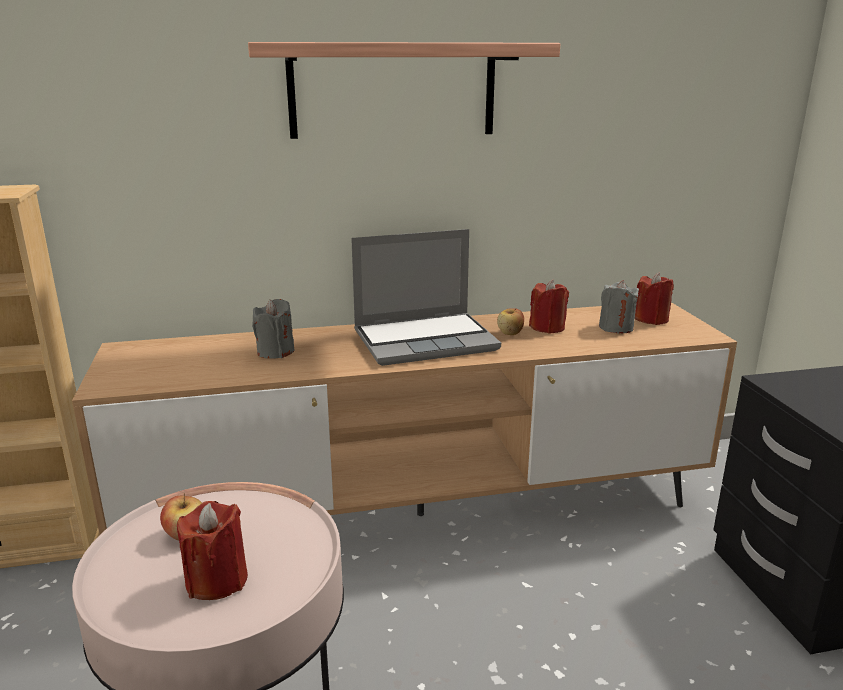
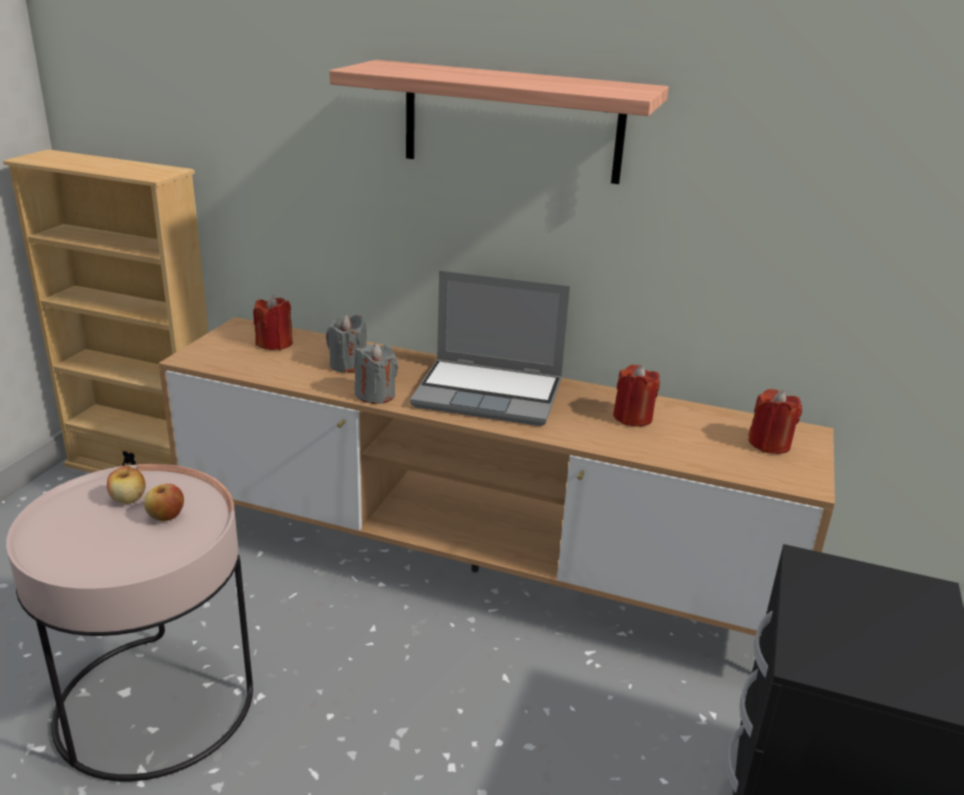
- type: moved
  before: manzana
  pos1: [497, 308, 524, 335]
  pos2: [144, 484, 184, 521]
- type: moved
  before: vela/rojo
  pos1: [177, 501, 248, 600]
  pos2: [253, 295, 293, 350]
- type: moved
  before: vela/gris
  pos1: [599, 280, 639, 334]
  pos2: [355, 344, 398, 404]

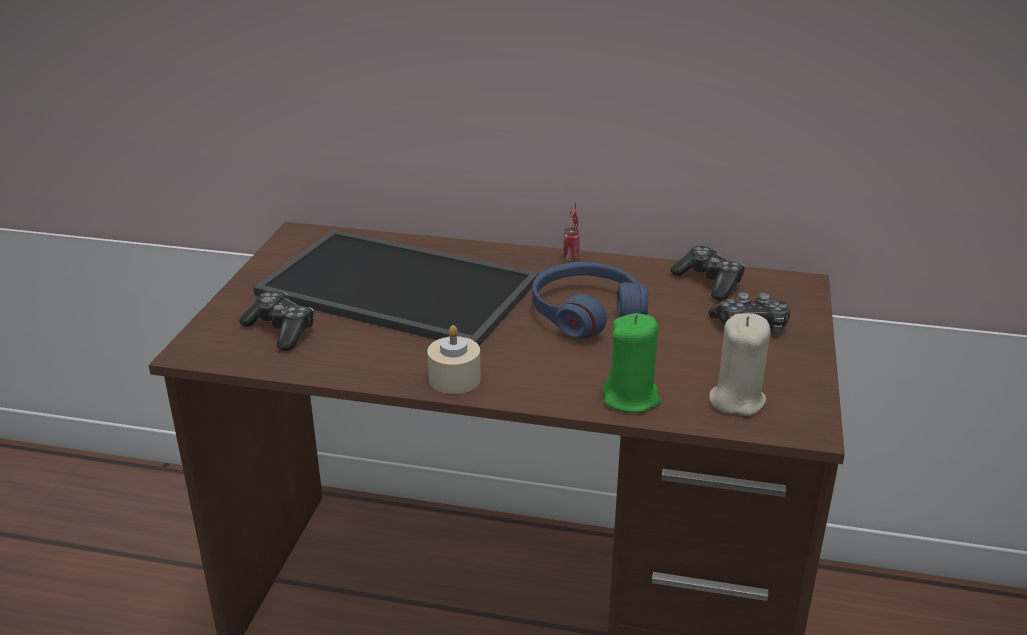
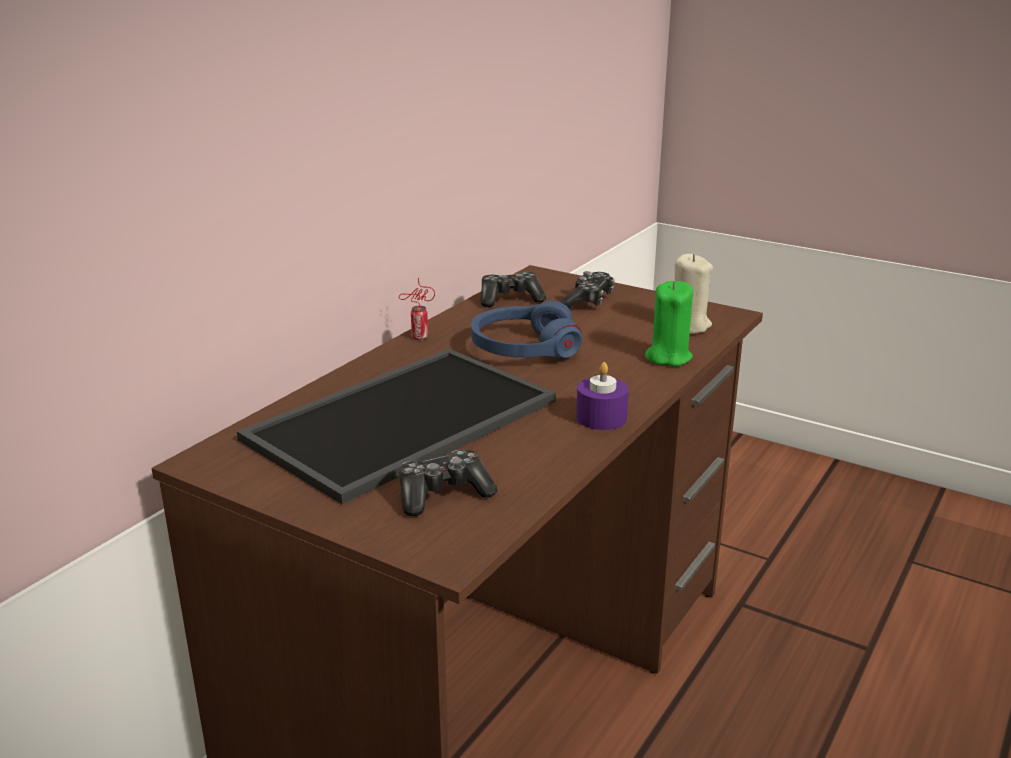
- type: recoloured
  before: vela/beis
  after: vela/morado
  pos1: [427, 325, 481, 394]
  pos2: [576, 362, 629, 430]

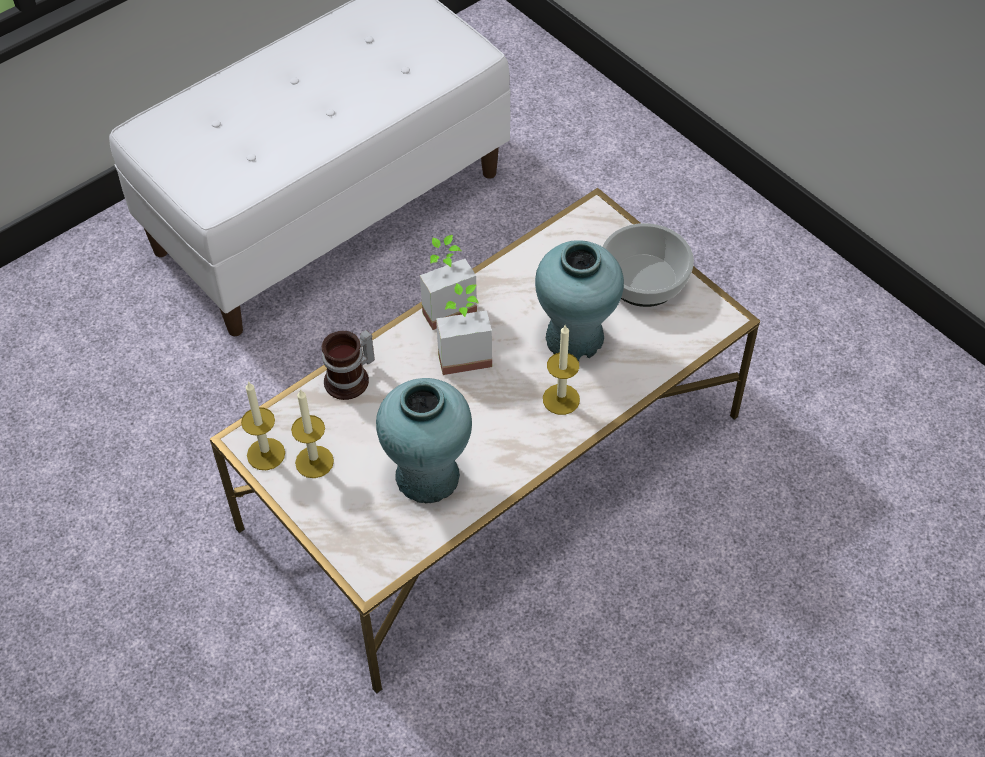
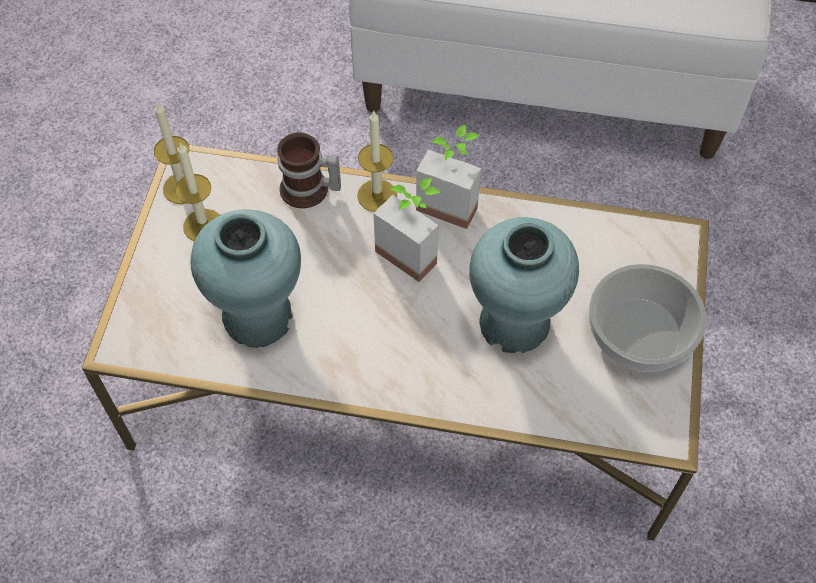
- type: moved
  before: vela
  pos1: [543, 324, 580, 415]
  pos2: [357, 111, 397, 212]

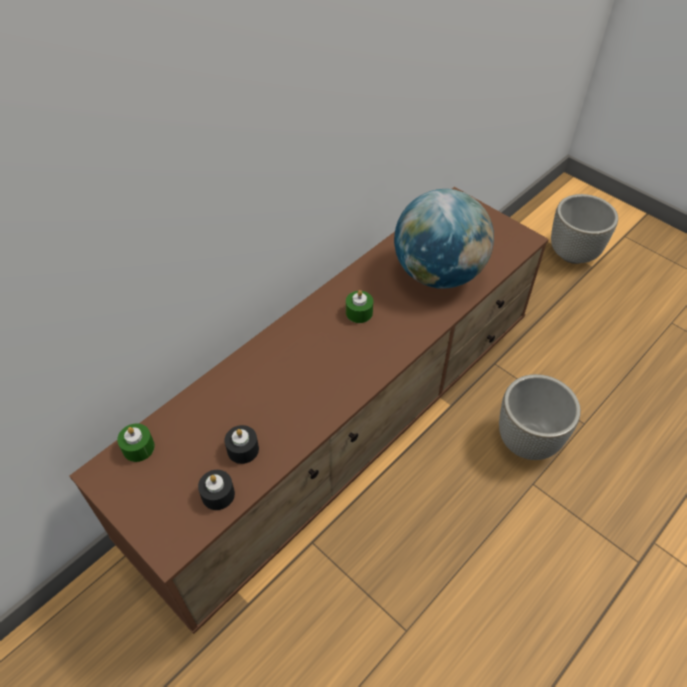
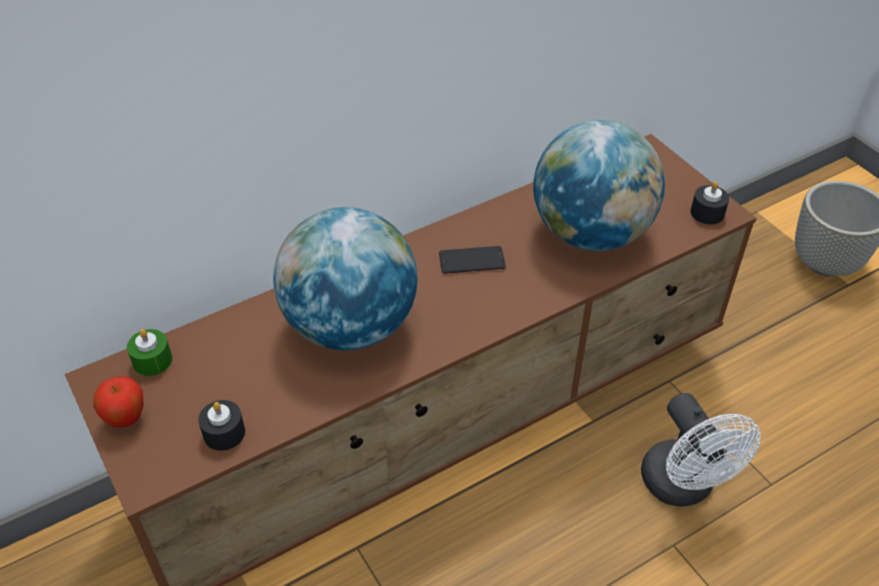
- type: added
  after: manzana
  pos2: [93, 376, 144, 427]
- type: added
  after: globo terráqueo
  pos2: [273, 207, 417, 351]
- type: replaced
  before: vela/verde
  after: móvil
  pos1: [346, 290, 373, 323]
  pos2: [439, 246, 506, 274]
- type: replaced
  before: maceta/gris
  after: ventilador/blanco
  pos1: [499, 374, 581, 460]
  pos2: [641, 393, 760, 507]
- type: moved
  before: vela/negro
  pos1: [225, 425, 259, 464]
  pos2: [691, 182, 729, 224]

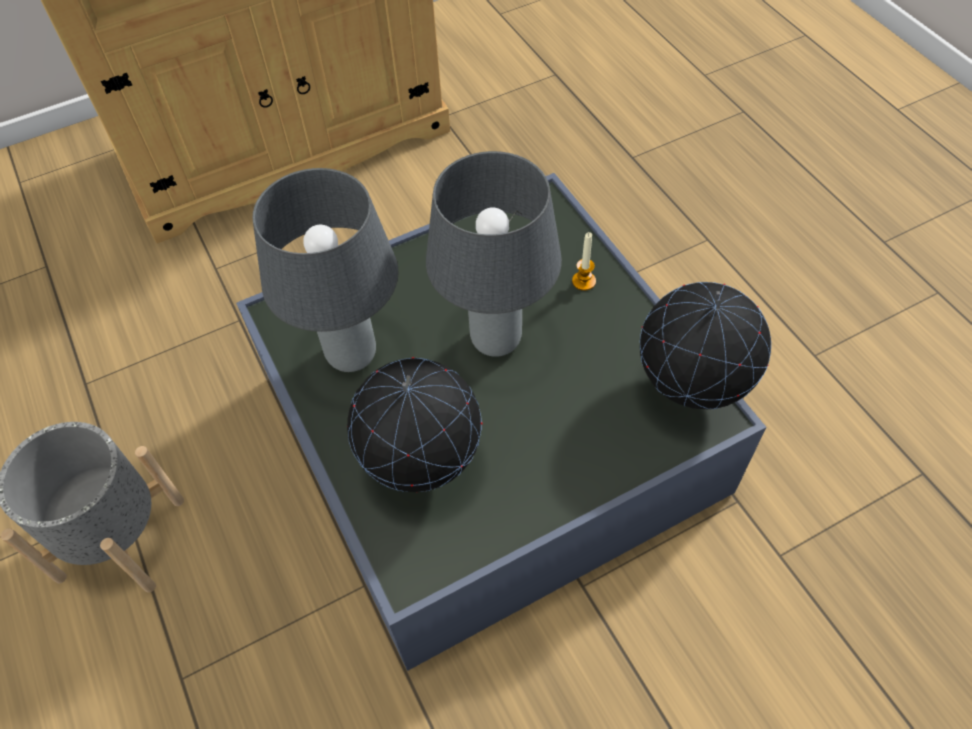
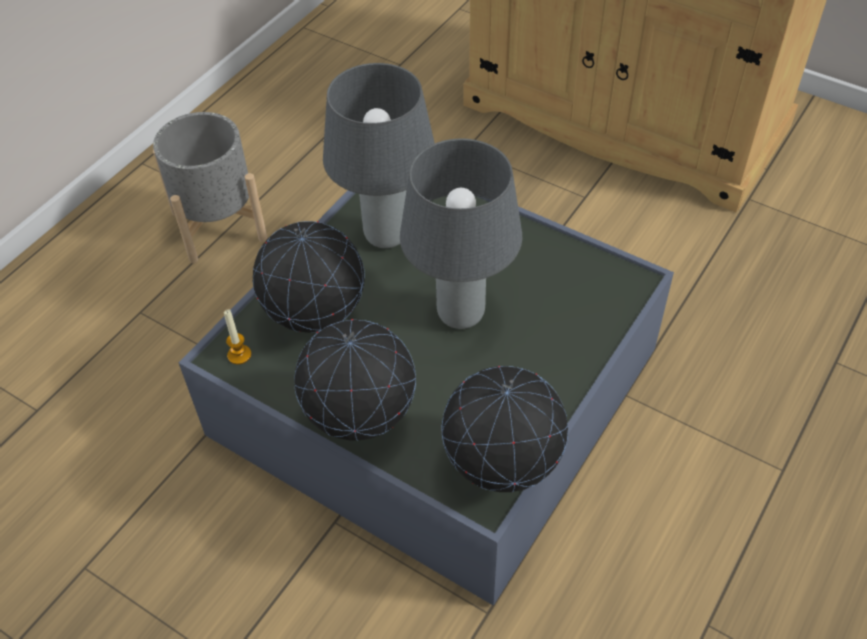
- type: moved
  before: vela
  pos1: [572, 232, 596, 291]
  pos2: [224, 310, 251, 365]
- type: added
  after: globo terráqueo
  pos2: [294, 319, 416, 441]

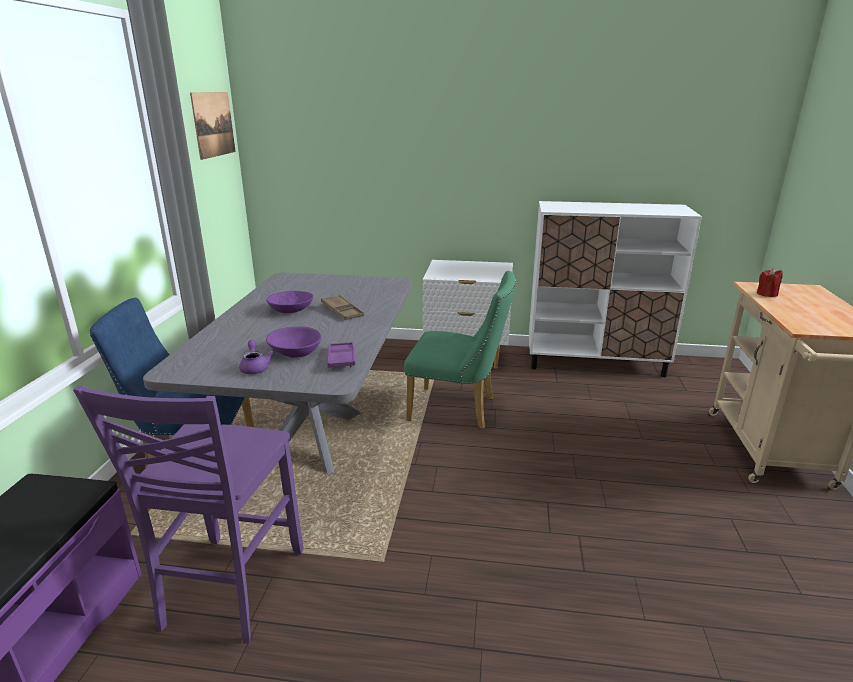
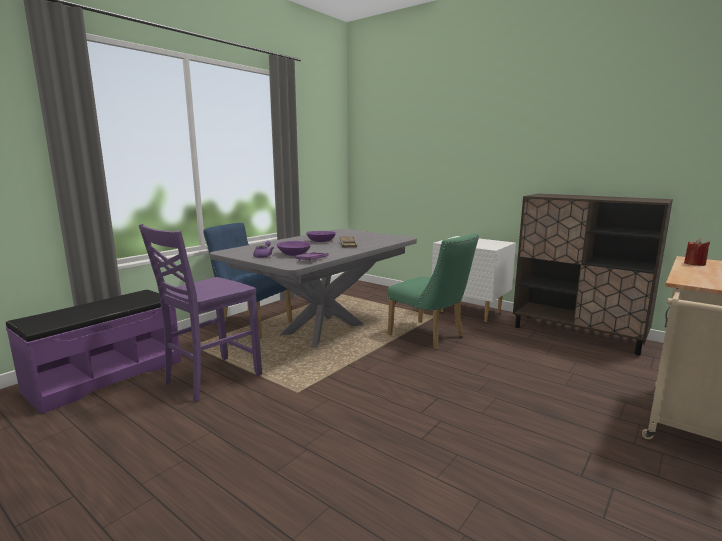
- type: recoloured
  before: armario/blanco
  after: armario/marrón
  pos1: [529, 201, 702, 377]
  pos2: [513, 194, 673, 355]
- type: removed
  before: cuadro
  pos1: [190, 92, 236, 160]

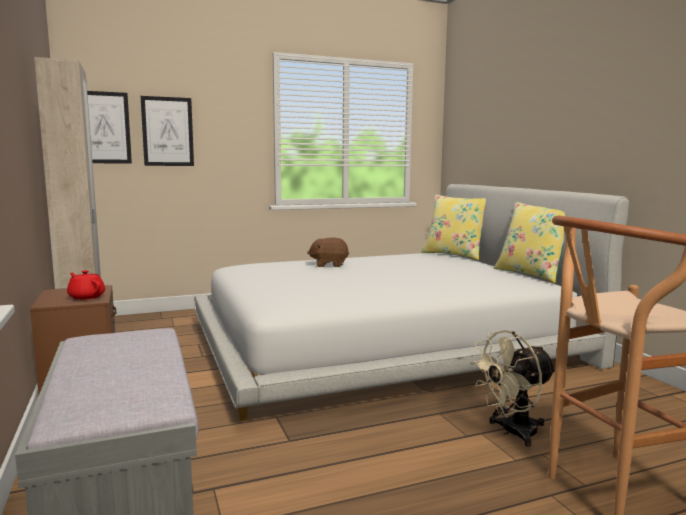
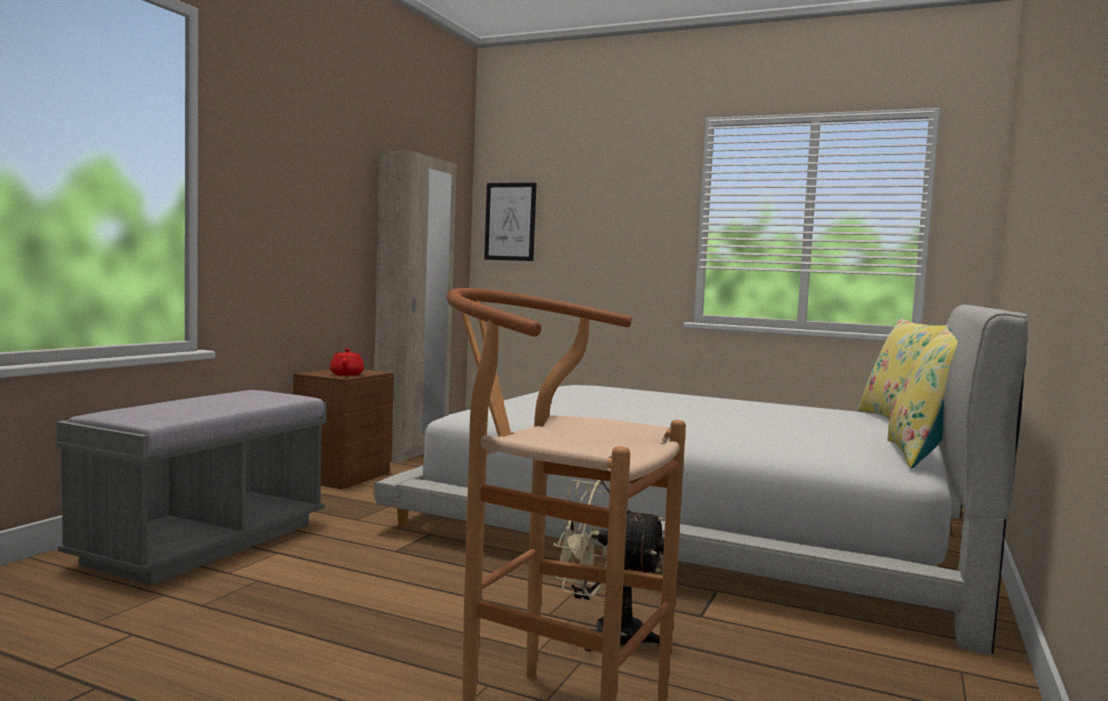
- type: removed
  before: cuadro
  pos1: [141, 96, 194, 166]
- type: removed
  before: peluche/marrón
  pos1: [307, 237, 349, 267]

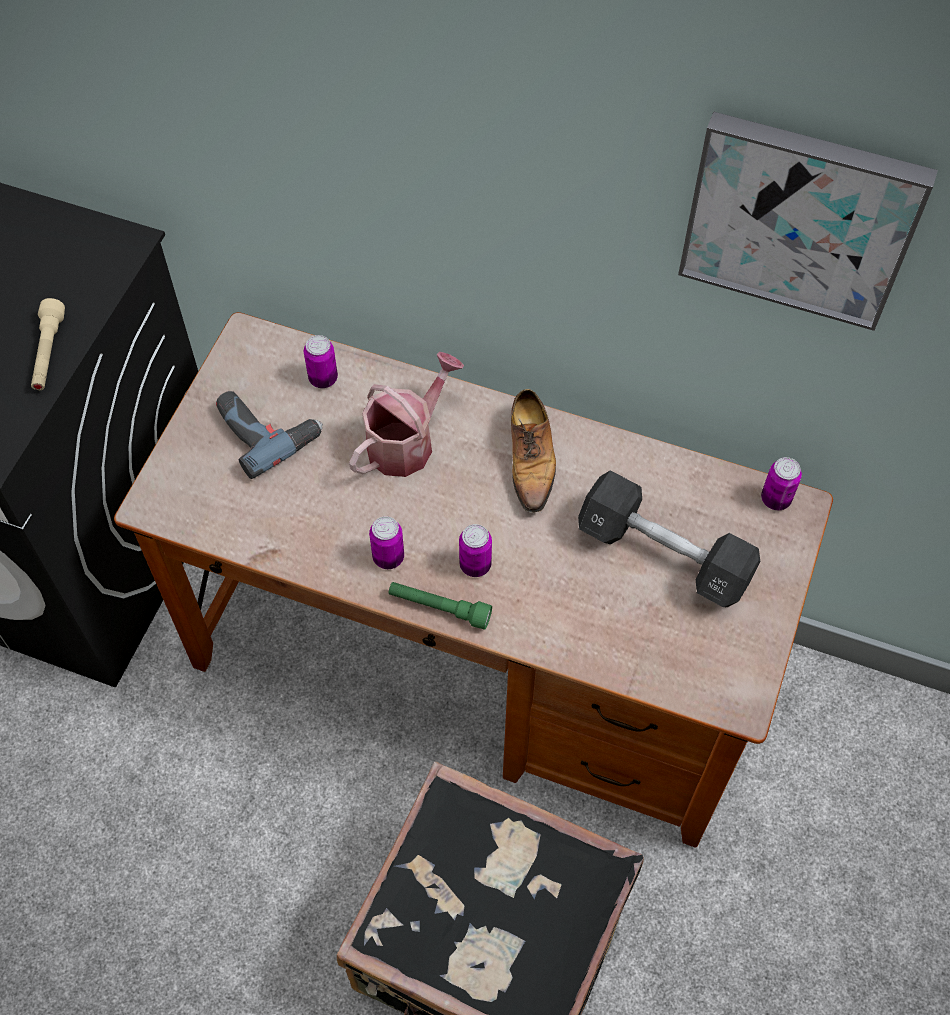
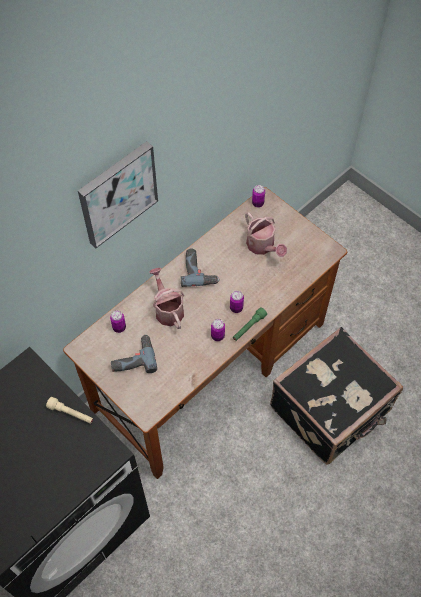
- type: moved
  before: cuadro
  pos1: [678, 112, 938, 331]
  pos2: [78, 141, 158, 249]
- type: replaced
  before: zapato
  after: taladro
  pos1: [511, 389, 556, 513]
  pos2: [181, 249, 220, 287]
- type: replaced
  before: mancuerna/negro
  after: regadera
  pos1: [578, 470, 760, 607]
  pos2: [245, 212, 287, 257]

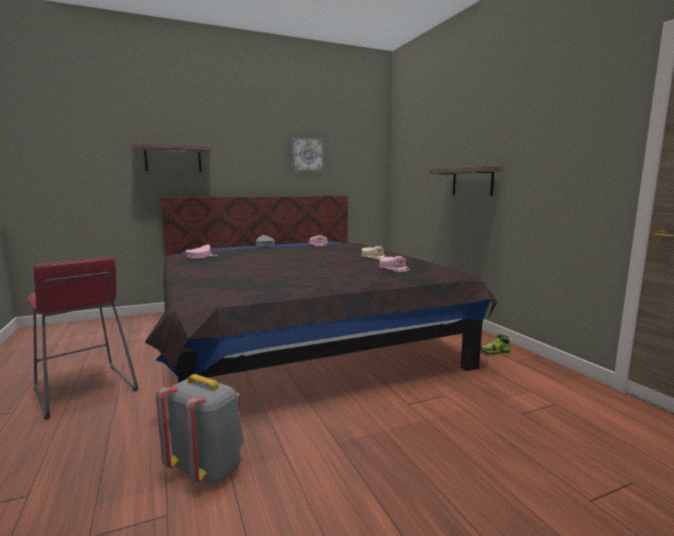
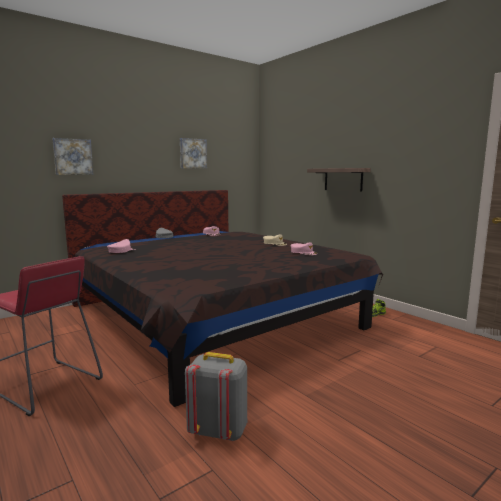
- type: replaced
  before: estante
  after: cuadro
  pos1: [132, 143, 212, 172]
  pos2: [52, 138, 93, 175]

